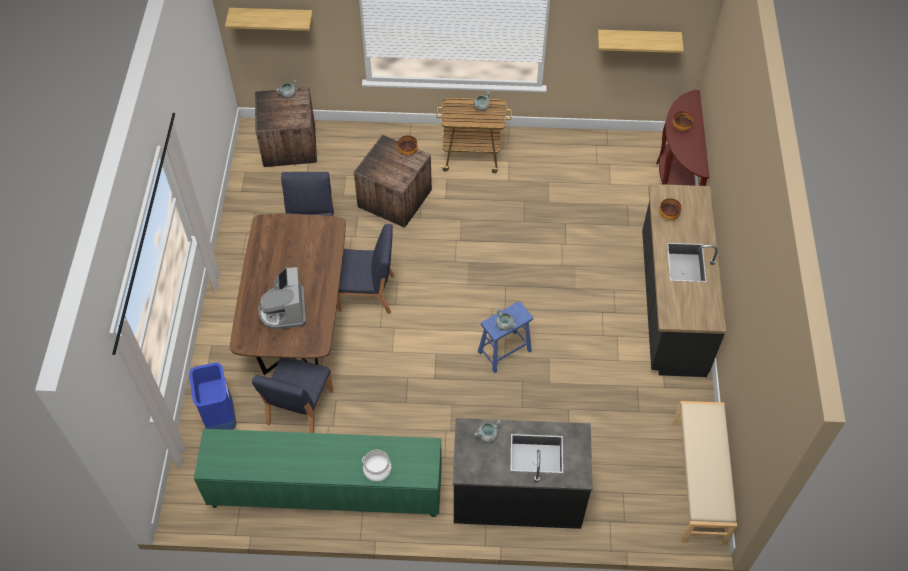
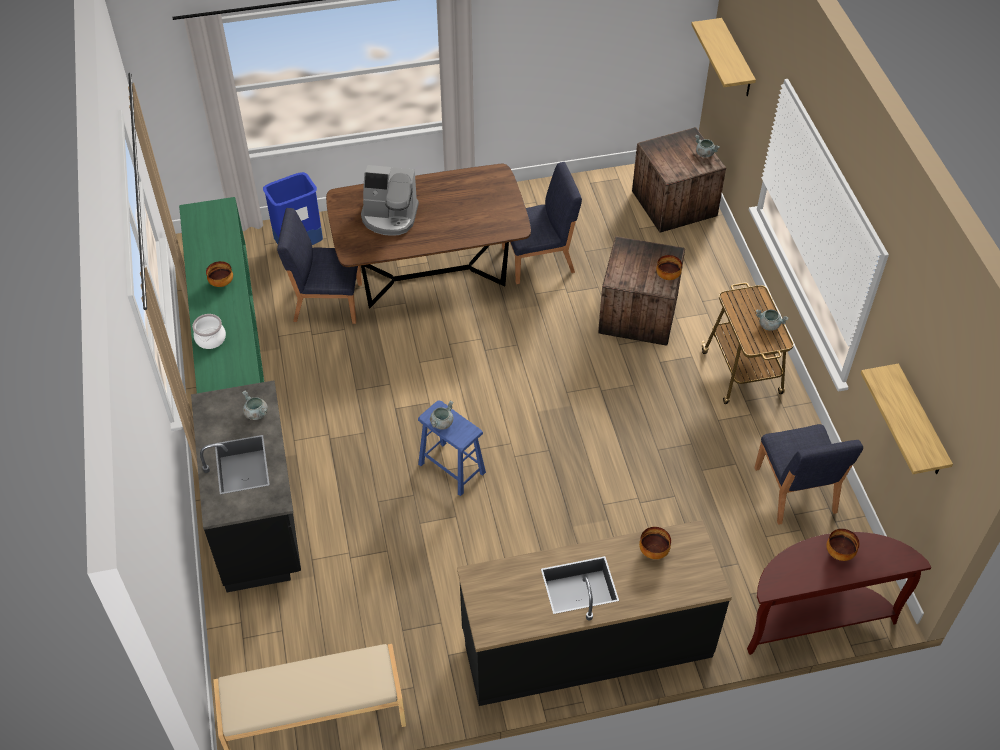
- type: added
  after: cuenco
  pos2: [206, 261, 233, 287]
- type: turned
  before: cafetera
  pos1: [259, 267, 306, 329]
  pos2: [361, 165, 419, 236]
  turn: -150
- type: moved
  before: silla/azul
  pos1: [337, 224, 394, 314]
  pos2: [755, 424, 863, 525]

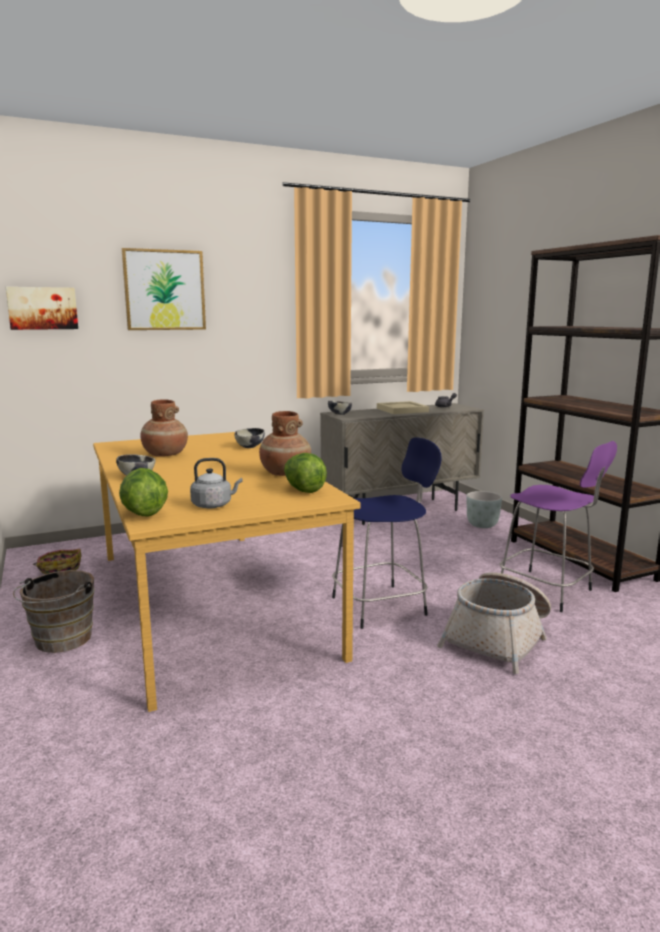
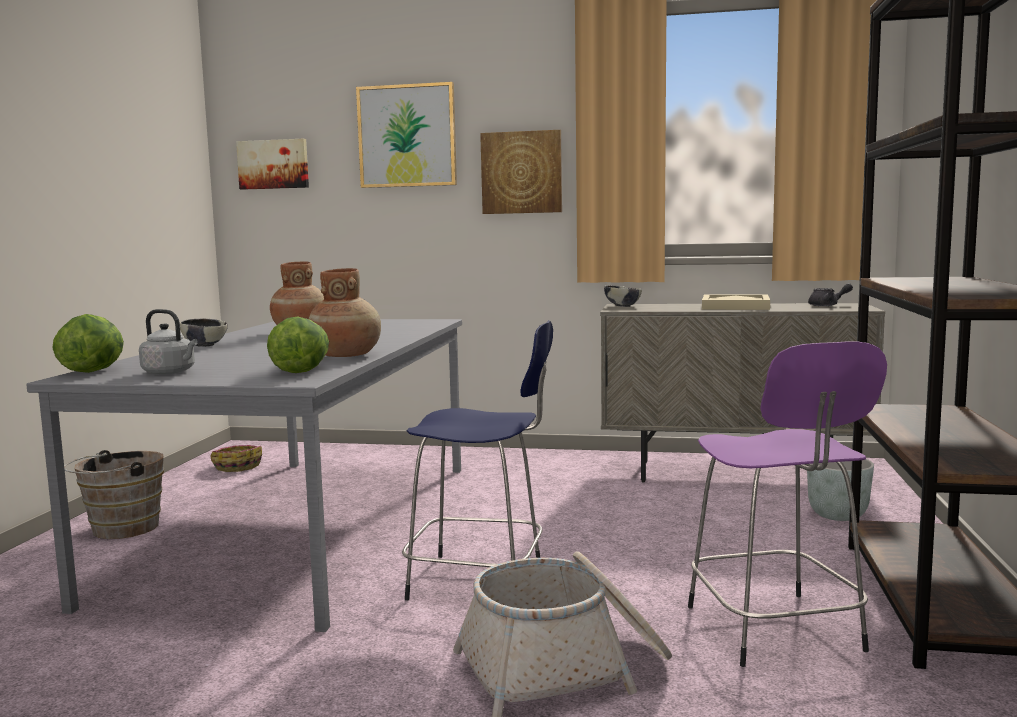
- type: recoloured
  before: mesa de comedor/naranja
  after: mesa de comedor/gris
  pos1: [93, 432, 361, 712]
  pos2: [26, 319, 462, 632]
- type: added
  after: cuadro
  pos2: [480, 130, 562, 214]
- type: removed
  before: cuenco
  pos1: [235, 428, 265, 448]

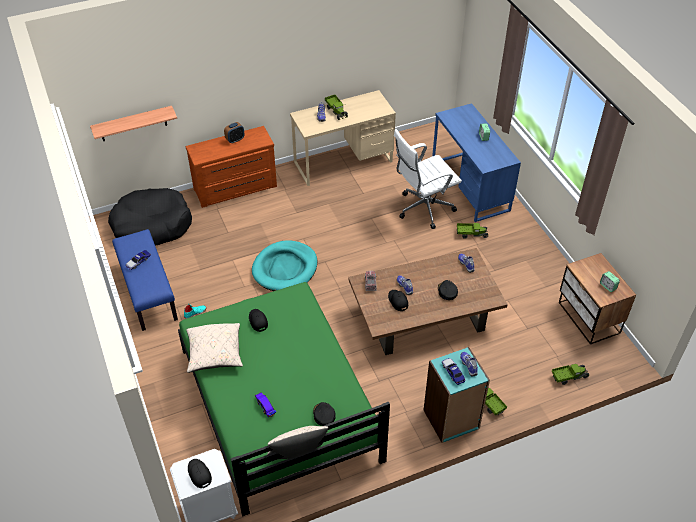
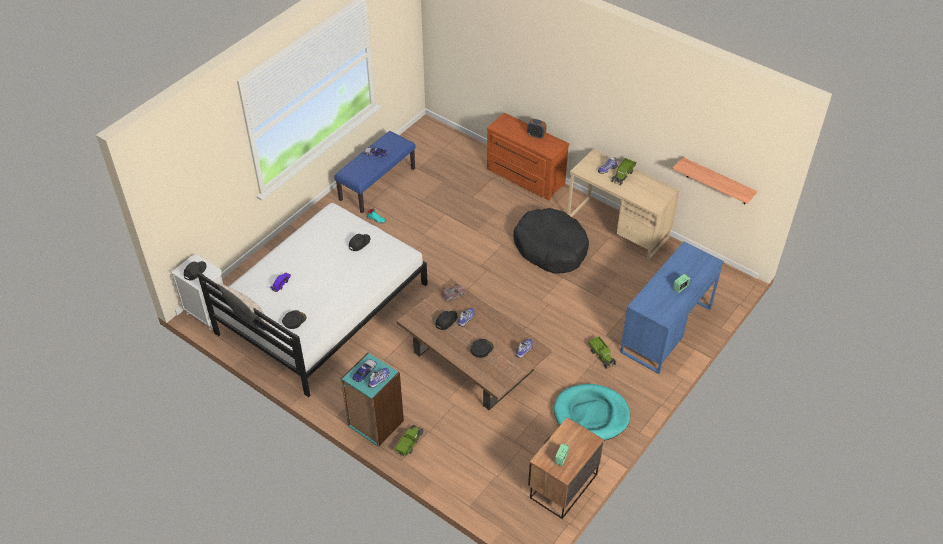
- type: recoloured
  before: cama/verde
  after: cama/blanco
  pos1: [178, 282, 390, 516]
  pos2: [197, 203, 428, 397]
- type: moved
  before: cama para perro/negro
  pos1: [108, 188, 192, 245]
  pos2: [513, 208, 589, 274]
- type: moved
  before: cama para perro/turquesa
  pos1: [252, 240, 317, 291]
  pos2: [554, 384, 630, 441]
- type: moved
  before: estante
  pos1: [90, 106, 177, 141]
  pos2: [673, 157, 757, 204]
- type: removed
  before: cojín/beis
  pos1: [186, 323, 243, 373]
- type: removed
  before: silla de oficina/blanco
  pos1: [394, 129, 462, 229]
- type: removed
  before: camión de juguete
  pos1: [552, 364, 589, 385]

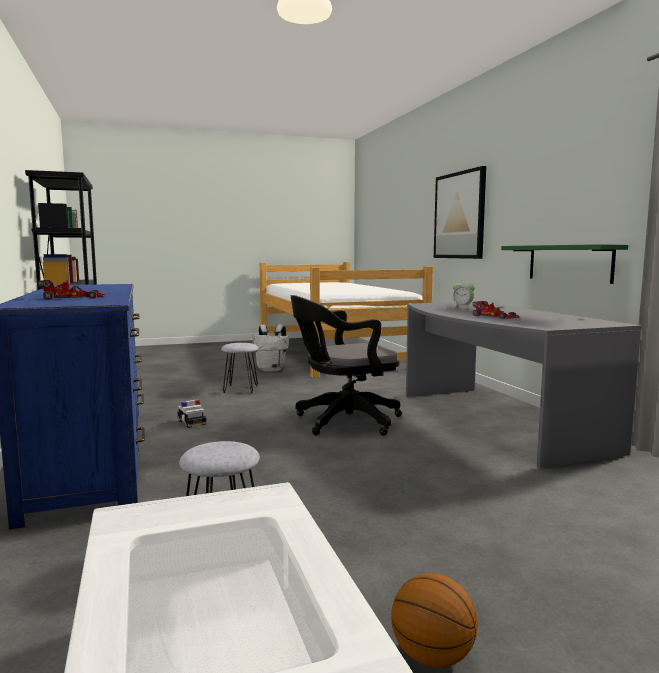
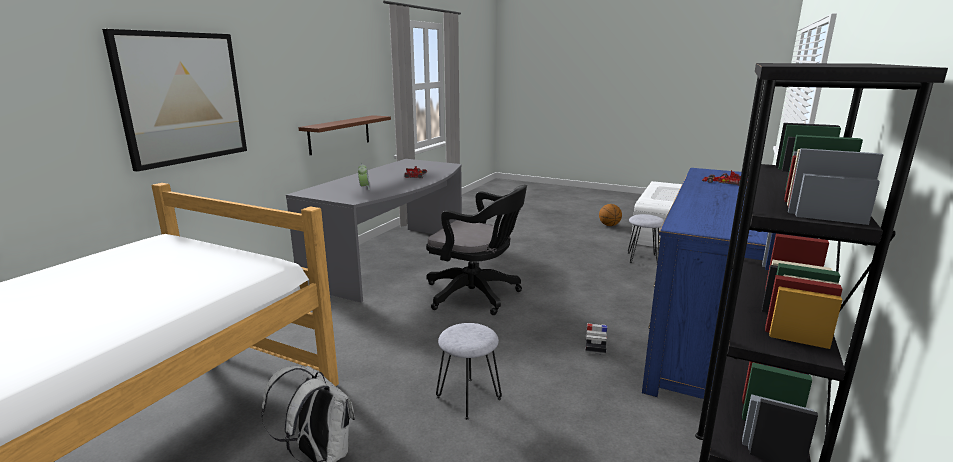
- type: recoloured
  before: estante/verde
  after: estante/marrón
  pos1: [501, 244, 628, 284]
  pos2: [298, 115, 391, 155]

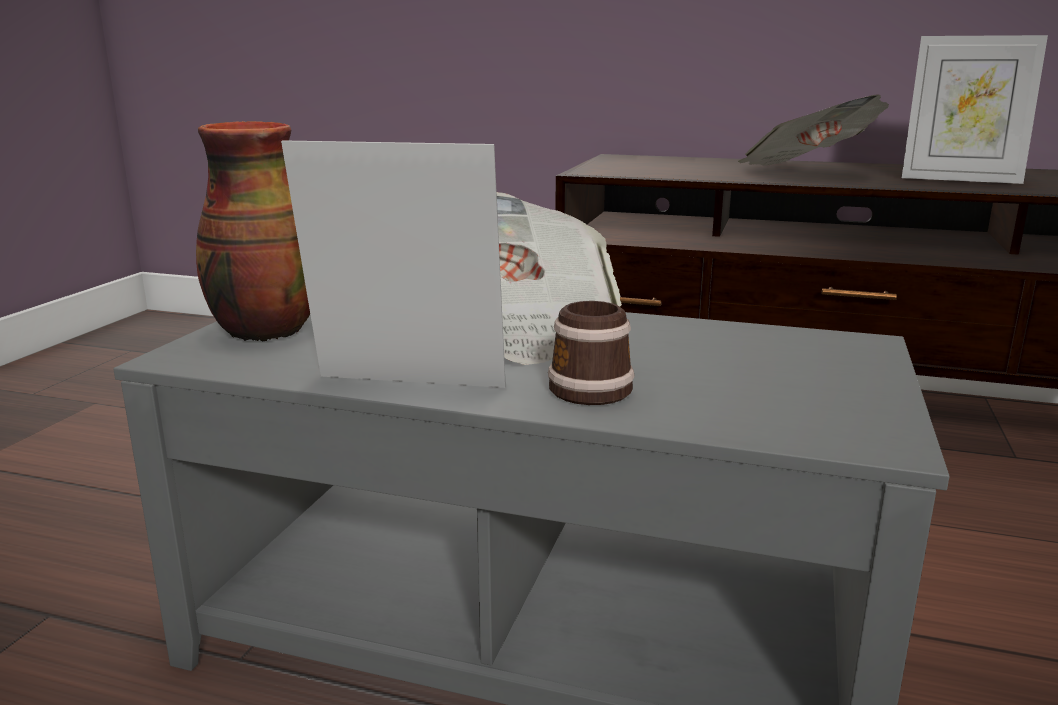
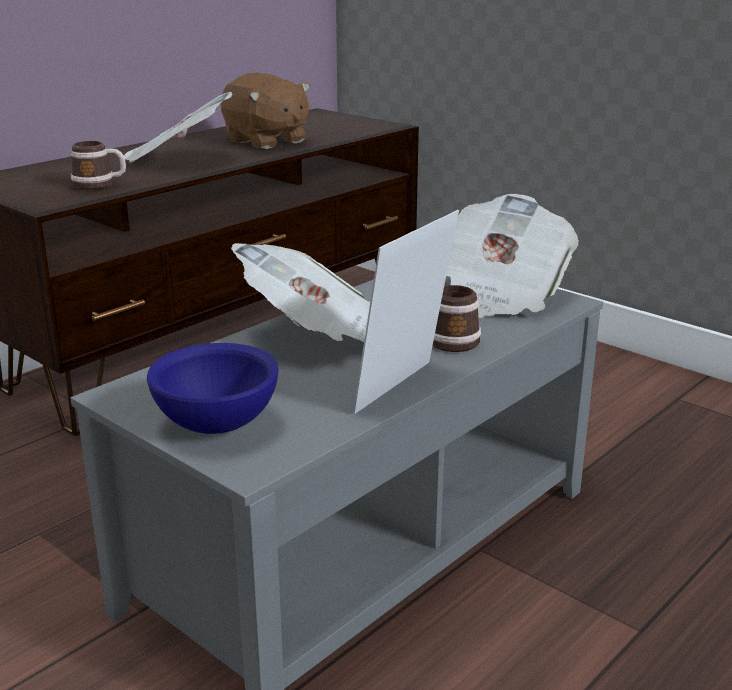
- type: added
  after: taza grande
  pos2: [70, 141, 126, 190]
- type: replaced
  before: florero
  after: cuenco/azul
  pos1: [196, 121, 310, 341]
  pos2: [147, 343, 279, 434]
- type: replaced
  before: portarretratos
  after: peluche/marrón
  pos1: [902, 35, 1048, 184]
  pos2: [221, 73, 310, 149]
- type: added
  after: periódico
  pos2: [446, 194, 579, 318]

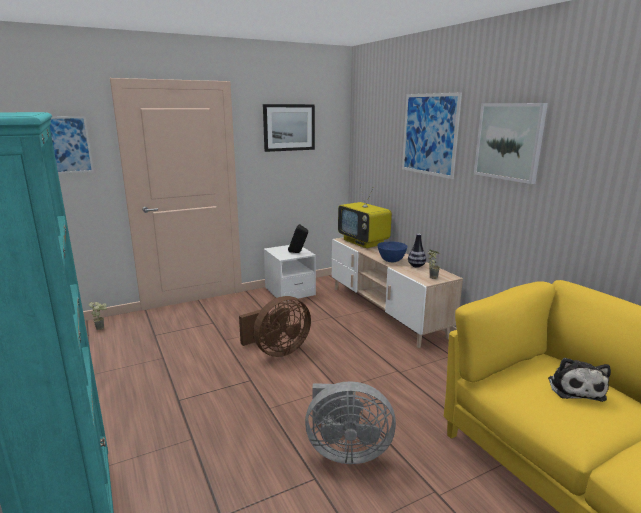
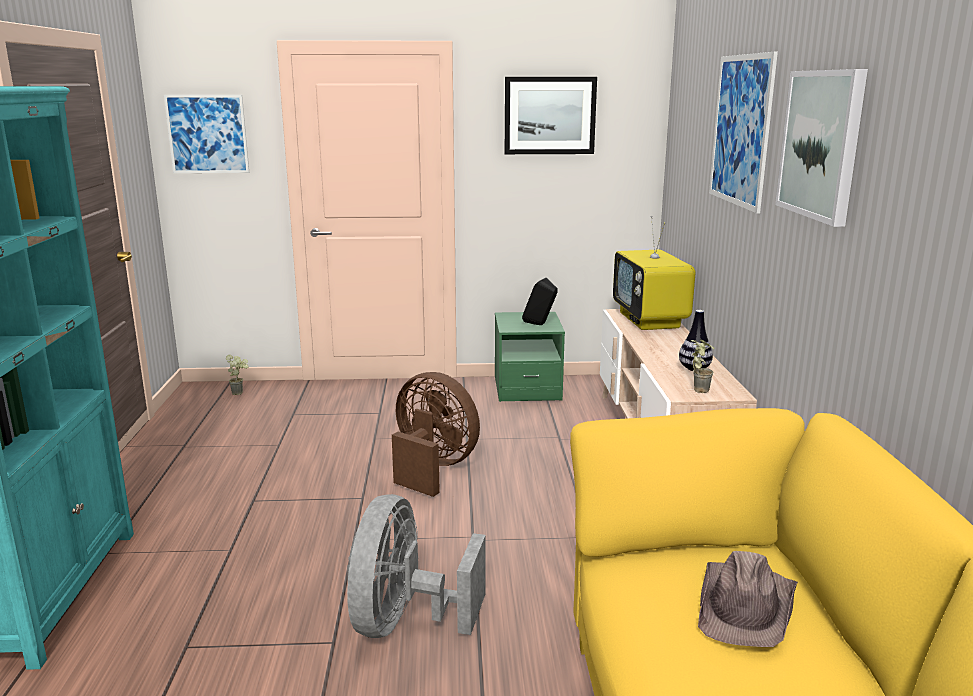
- type: turned
  before: ventilador/gris
  pos1: [305, 382, 396, 464]
  pos2: [347, 494, 486, 638]
  turn: 75
- type: turned
  before: ventilador/marrón
  pos1: [239, 296, 311, 357]
  pos2: [392, 372, 480, 497]
  turn: -135
- type: recoloured
  before: mesita de noche/blanco
  after: mesita de noche/verde
  pos1: [264, 245, 316, 302]
  pos2: [495, 312, 565, 402]
- type: replaced
  before: peluche
  after: sombrero/marrón
  pos1: [548, 358, 611, 402]
  pos2: [698, 551, 798, 647]
- type: removed
  before: cuenco/azul
  pos1: [377, 241, 408, 262]

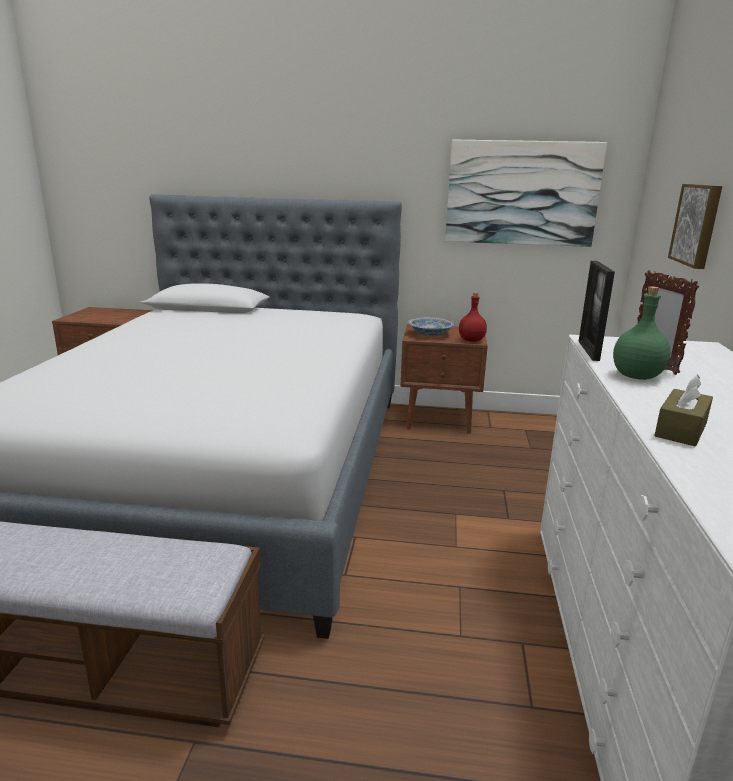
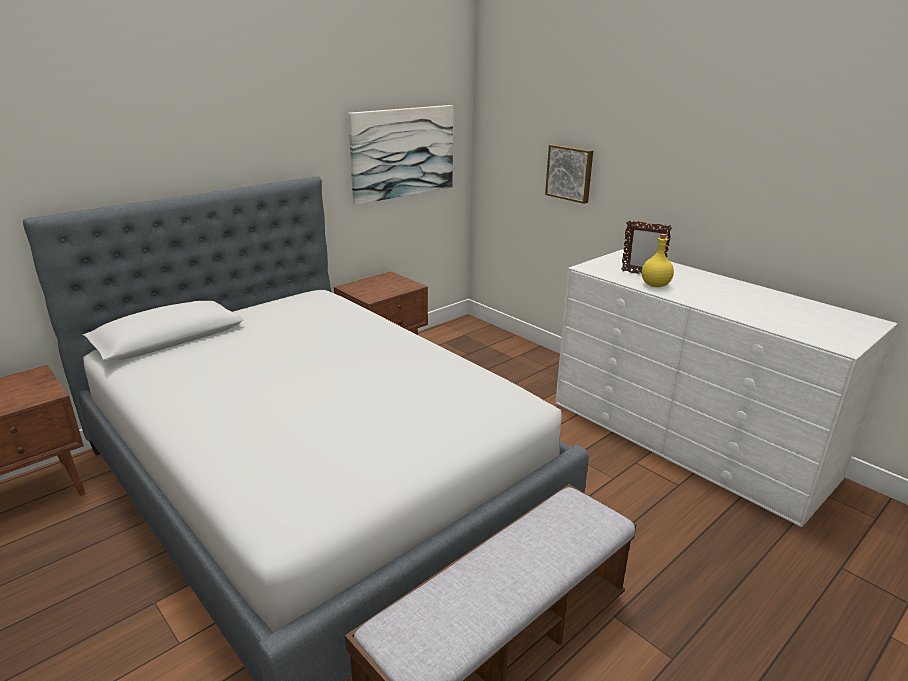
- type: recoloured
  before: botella/verde
  after: botella/amarillo
  pos1: [613, 286, 671, 380]
  pos2: [642, 234, 674, 287]
- type: removed
  before: cuenco
  pos1: [408, 317, 454, 336]
- type: removed
  before: botella/rojo
  pos1: [459, 292, 487, 342]
- type: removed
  before: portarretratos
  pos1: [579, 261, 615, 361]
- type: removed
  before: caja de pañuelos/marrón
  pos1: [654, 375, 713, 446]

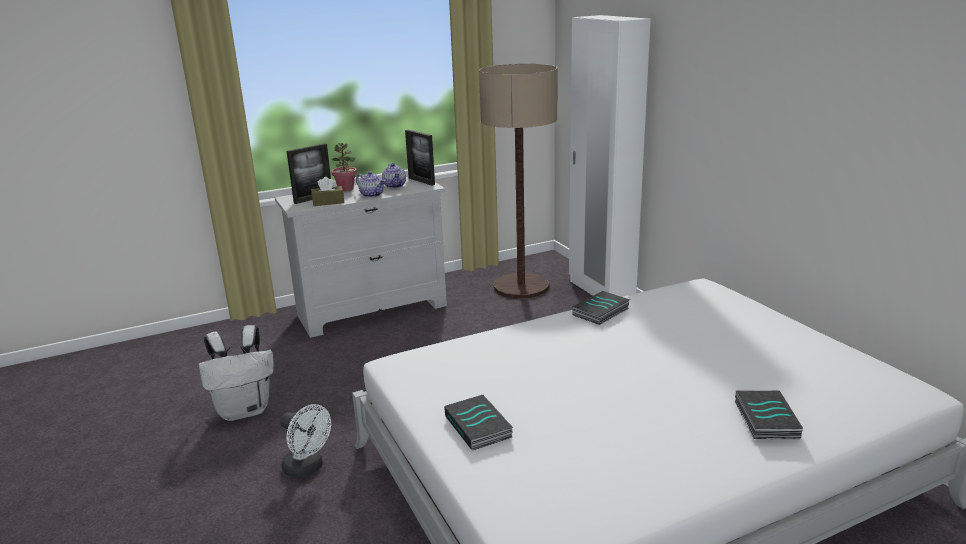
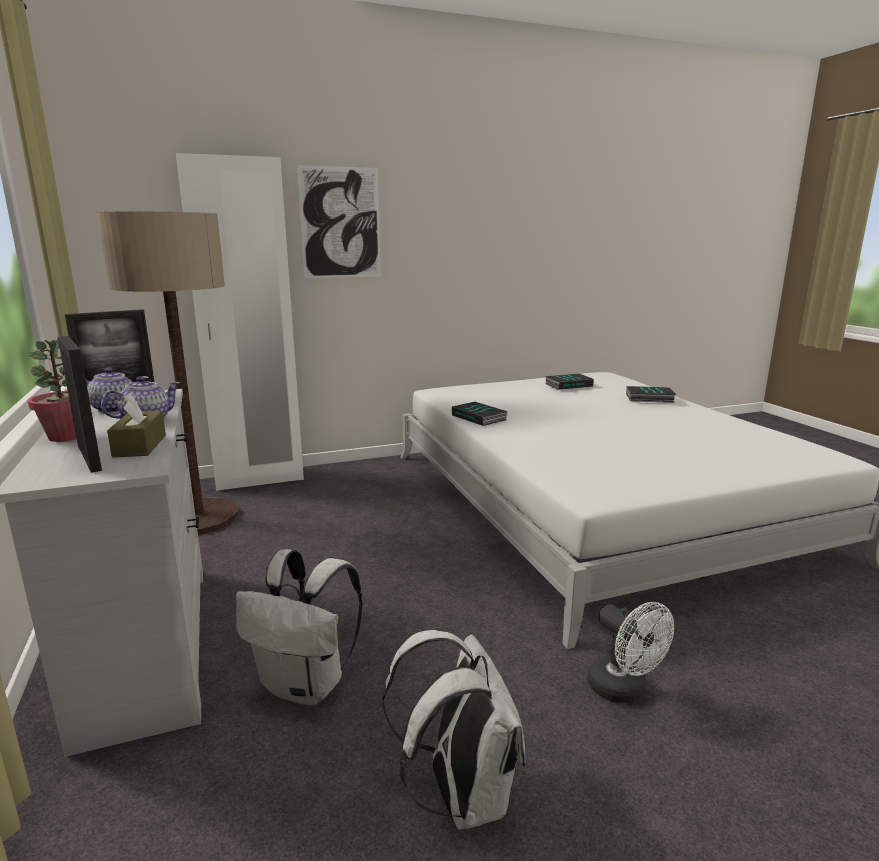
- type: added
  after: mochila/blanco
  pos2: [236, 549, 363, 706]
- type: added
  after: cuadro
  pos2: [297, 165, 381, 278]
- type: moved
  before: libro
  pos1: [444, 395, 513, 450]
  pos2: [545, 373, 594, 390]
- type: turned
  before: ventilador/blanco
  pos1: [280, 404, 331, 478]
  pos2: [587, 602, 674, 703]
  turn: 105

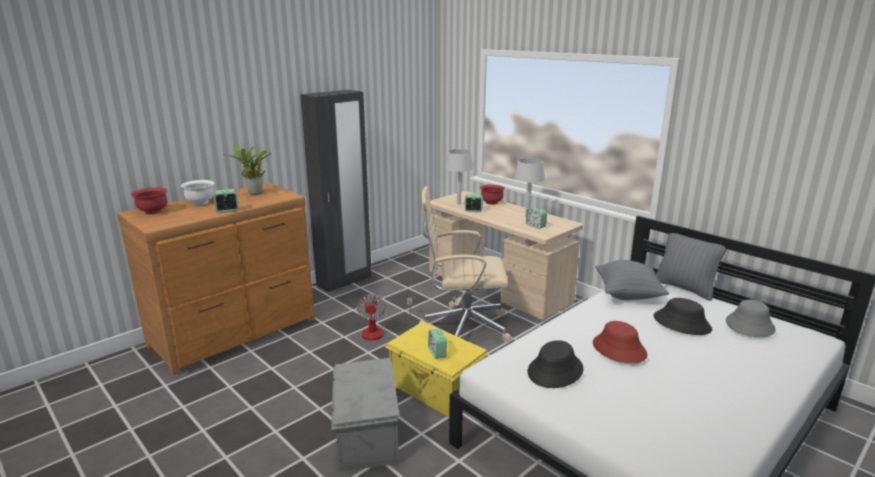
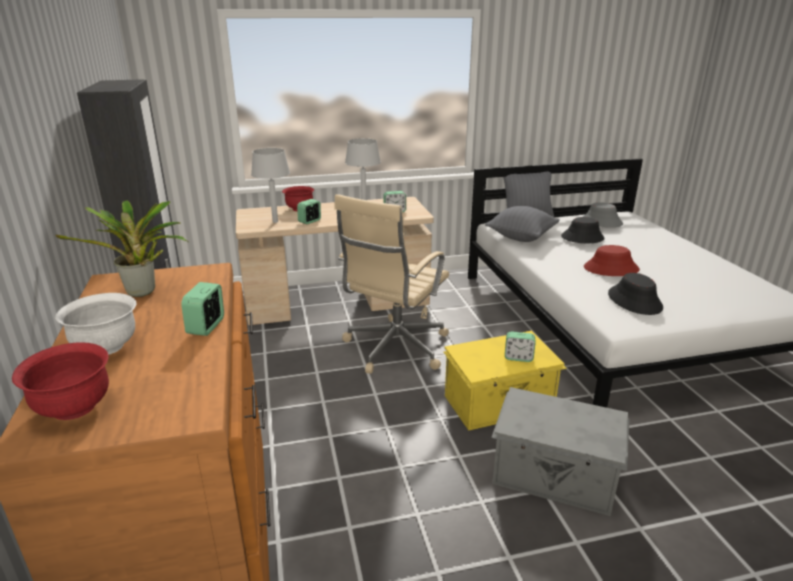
- type: removed
  before: ventilador
  pos1: [357, 293, 413, 340]

